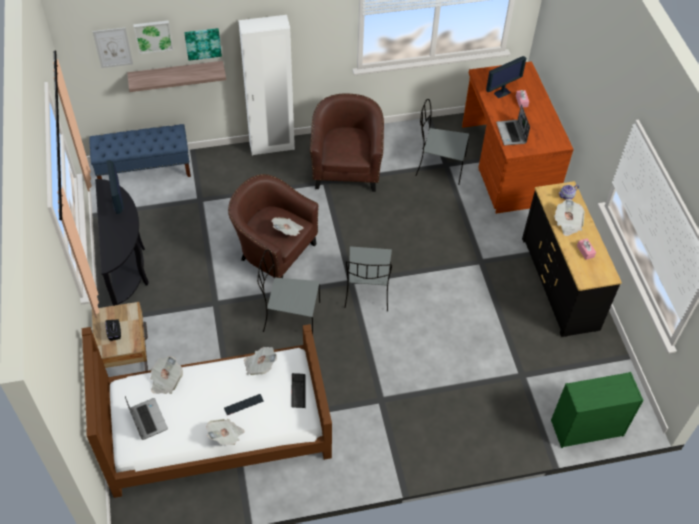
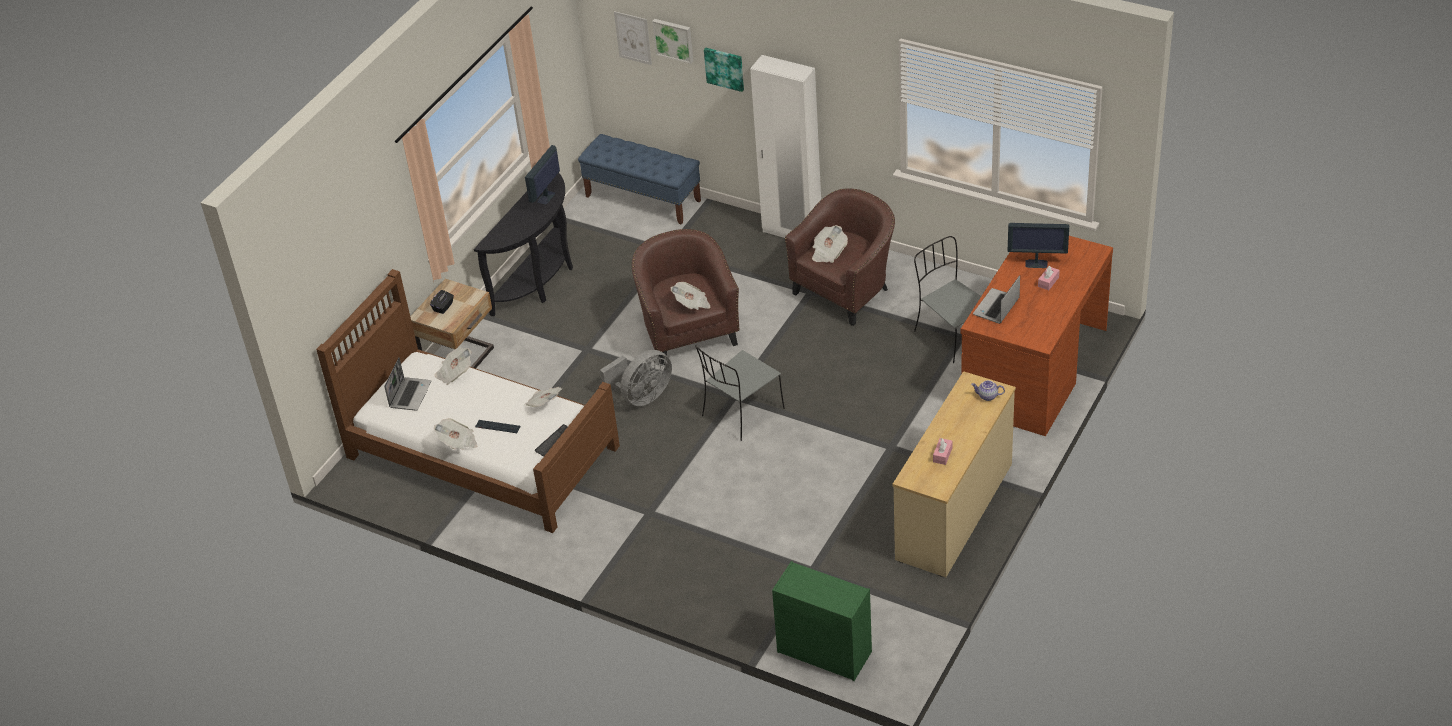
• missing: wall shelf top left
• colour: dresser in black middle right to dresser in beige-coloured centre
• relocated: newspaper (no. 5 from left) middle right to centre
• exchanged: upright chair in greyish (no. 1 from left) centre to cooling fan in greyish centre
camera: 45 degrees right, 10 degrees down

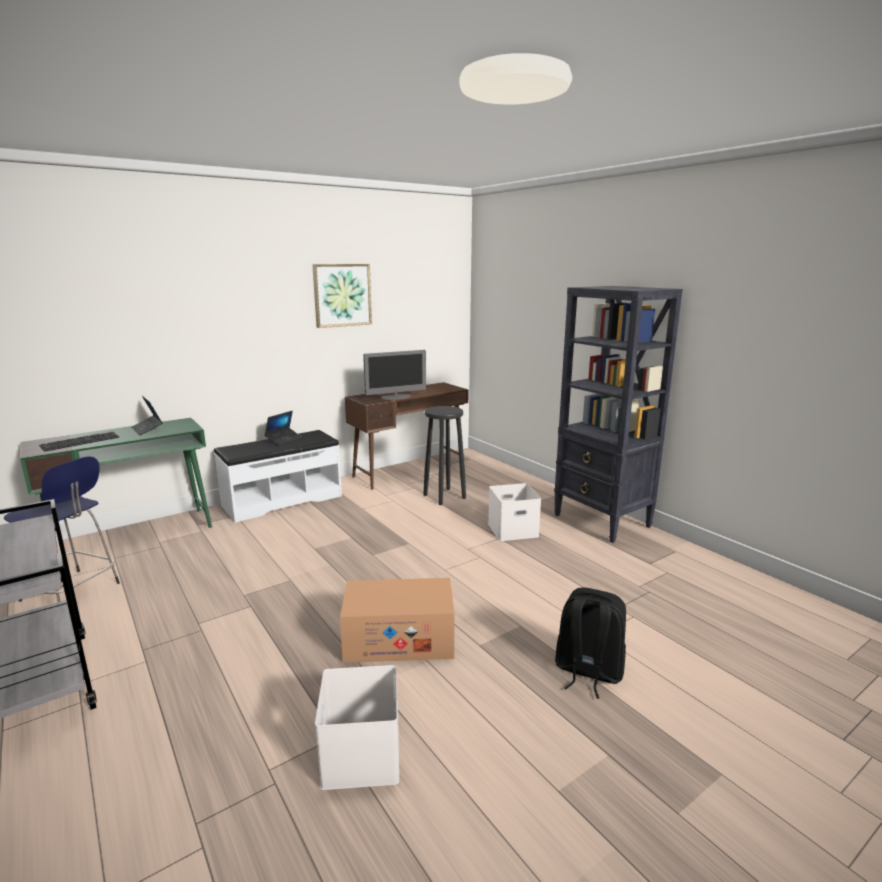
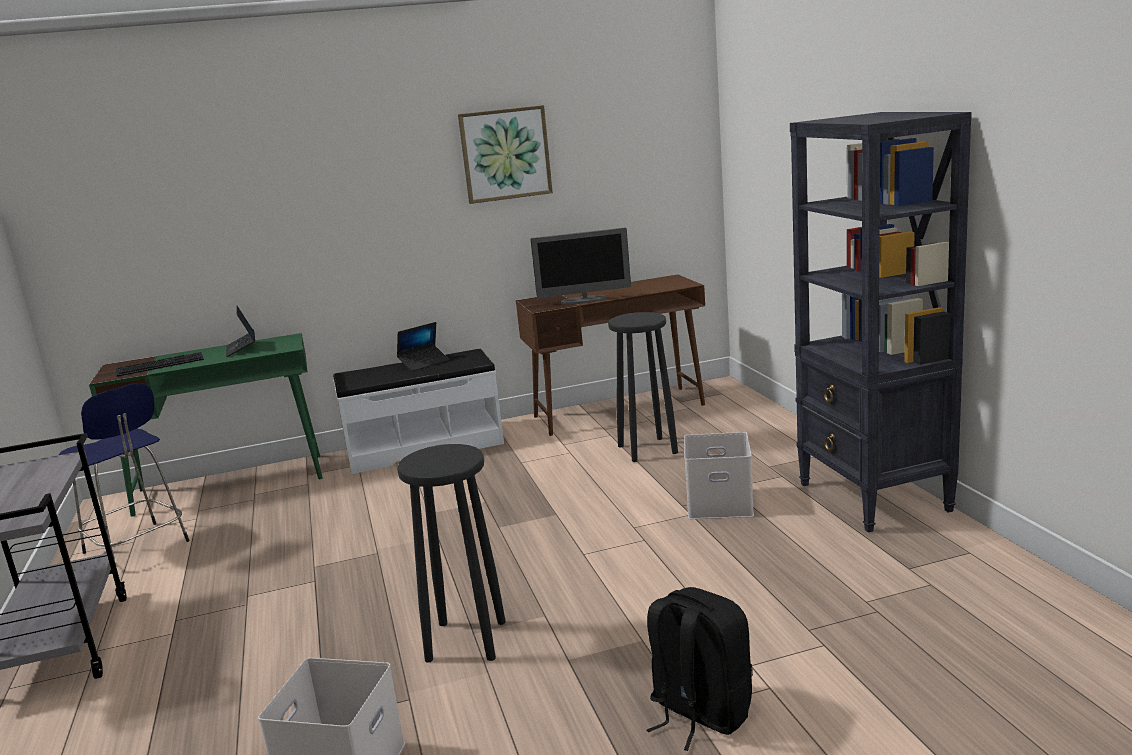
• exchanged: packing box bottom centre to stool seat in black (no. 1 from left) bottom centre
camera: 20 degrees right, 0 degrees up

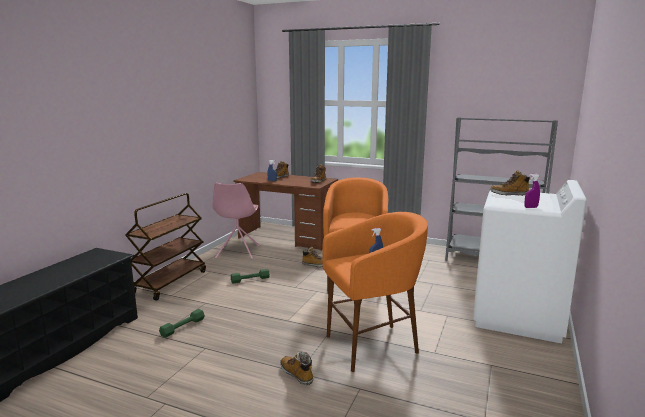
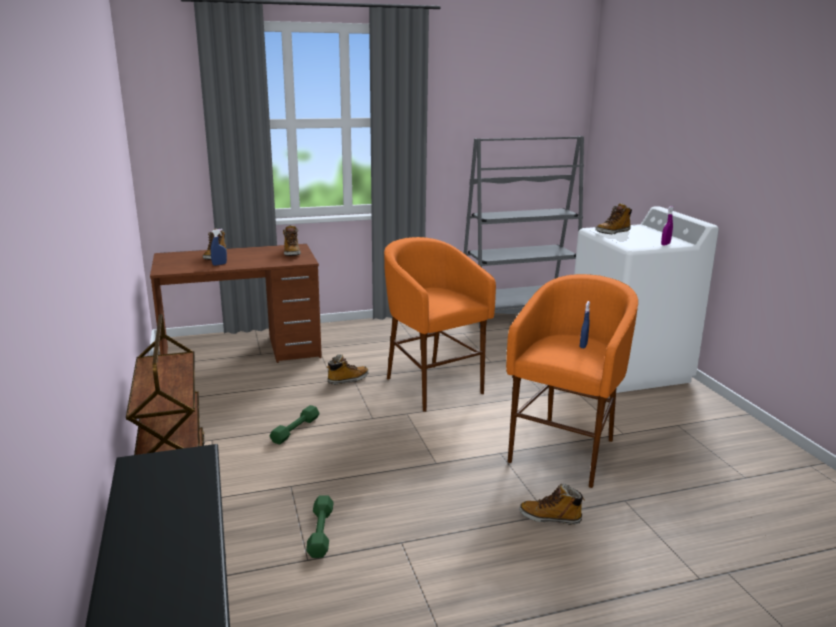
• missing: upright chair in pink-coloured centre
camera: 40 degrees left, 5 degrees up

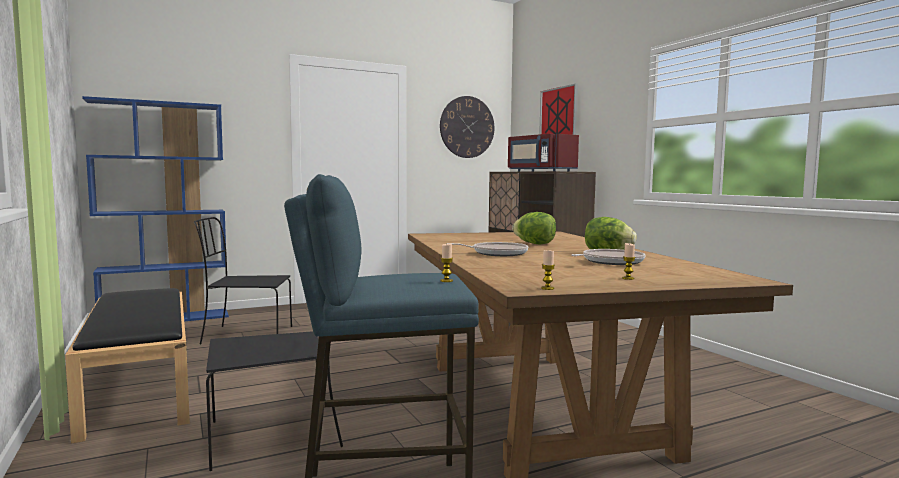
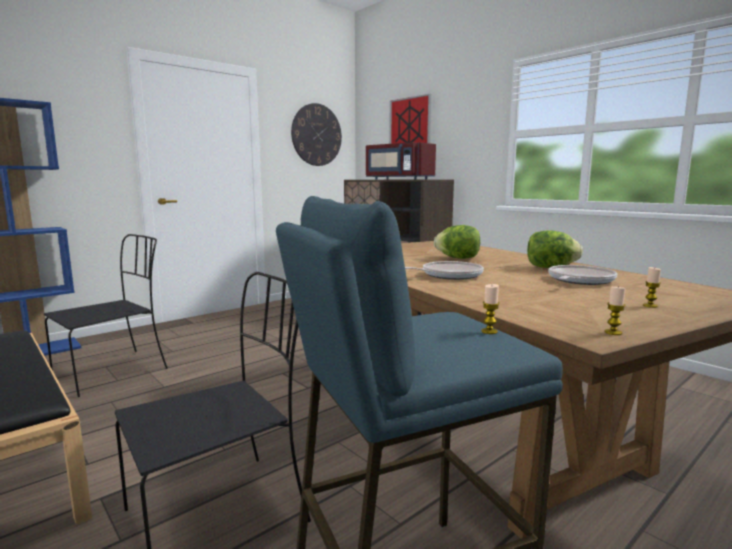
• spun: upright chair in black (no. 1 from left) middle left = middle left 150 degrees clockwise
camera: 15 degrees left, 5 degrees up

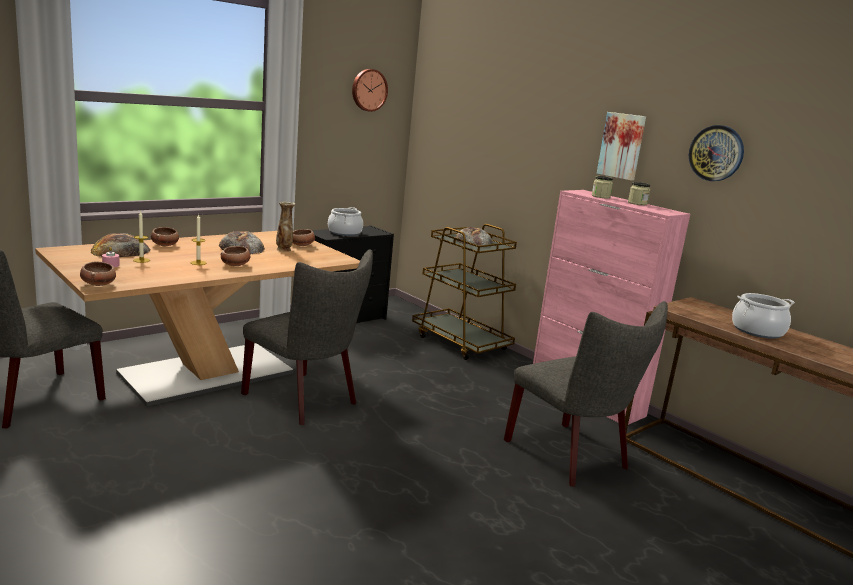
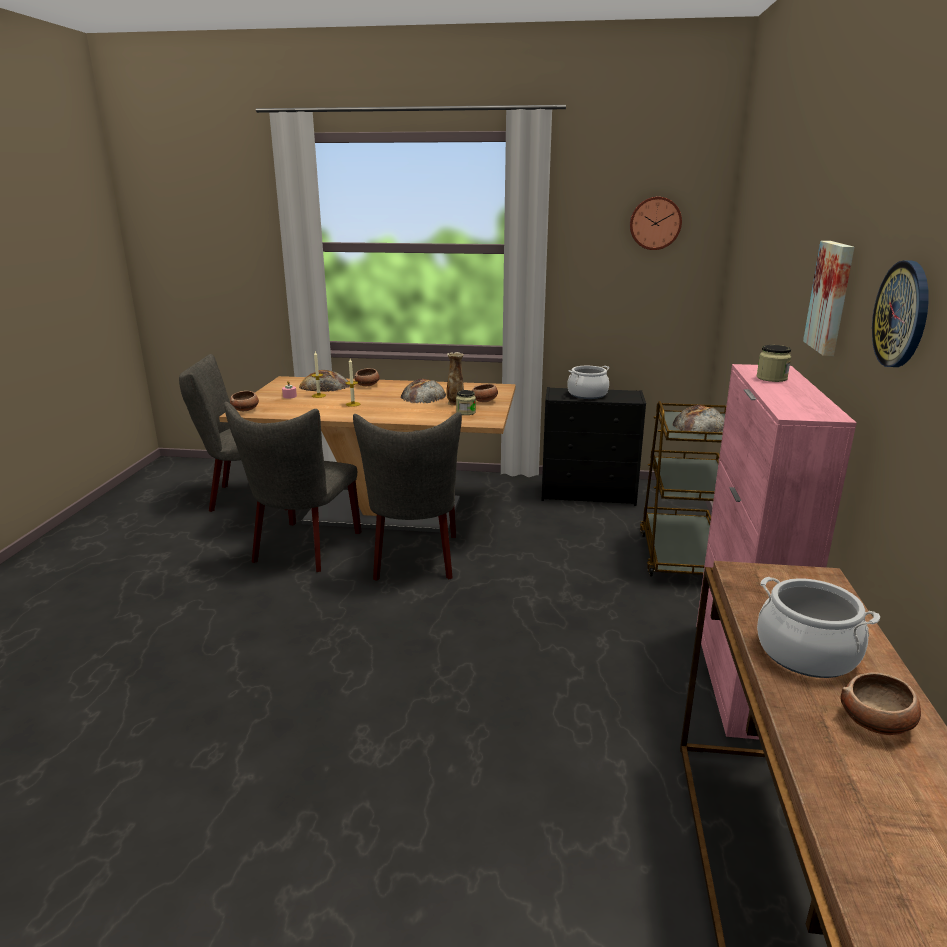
• relocated: storage jar (no. 2 from left in the first image) top right to storage jar (no. 1 from left) centre
• relocated: serving bowl (no. 3 from left in the first image) middle left to serving bowl (no. 4 from left) bottom right
• relocated: upright chair in greyish (no. 3 from left in the first image) bottom right to upright chair in greyish (no. 2 from left) middle left
camera: 50 degrees right, 5 degrees up

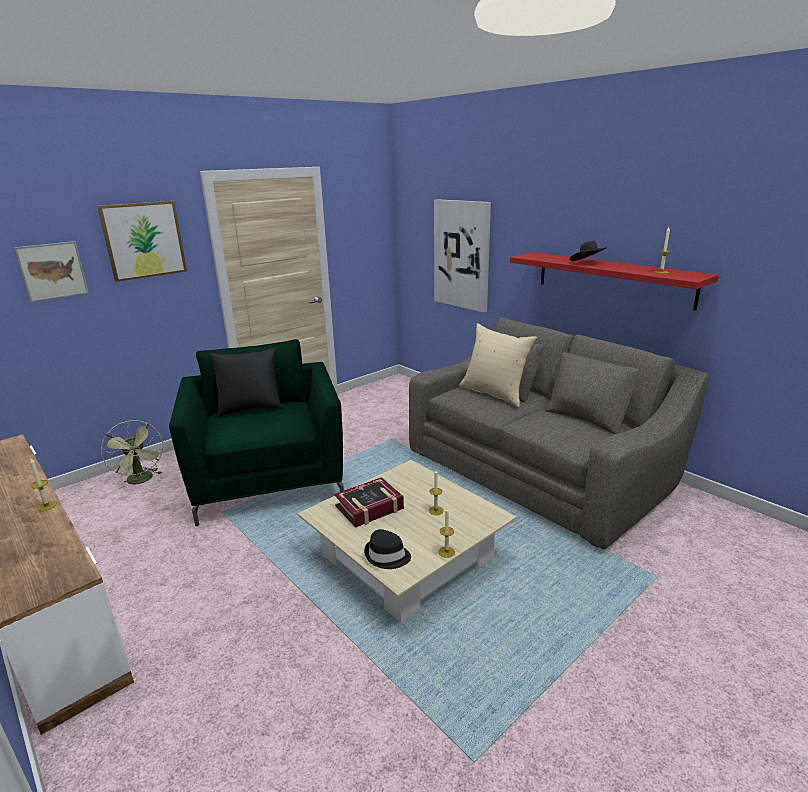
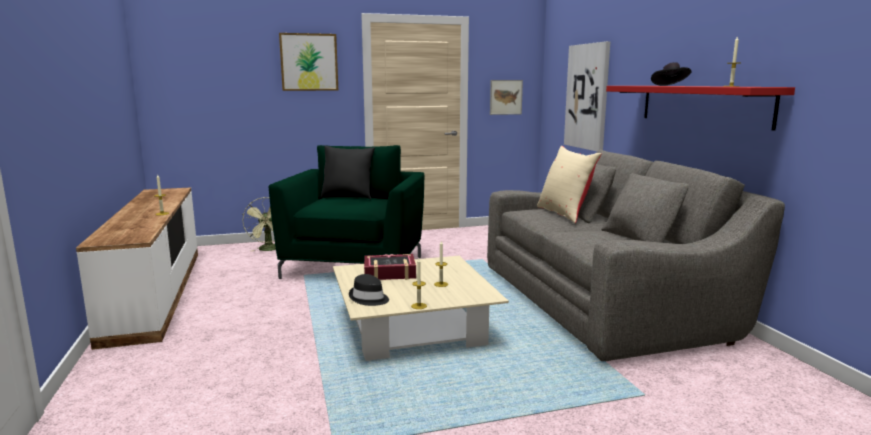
• relocated: wall art (no. 1 from left in the first image) middle left to wall art (no. 2 from left) top centre
camera: 25 degrees right, 10 degrees down

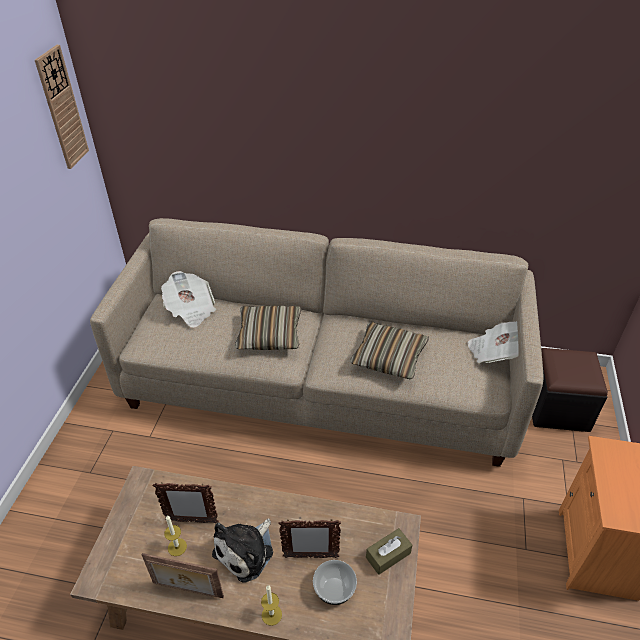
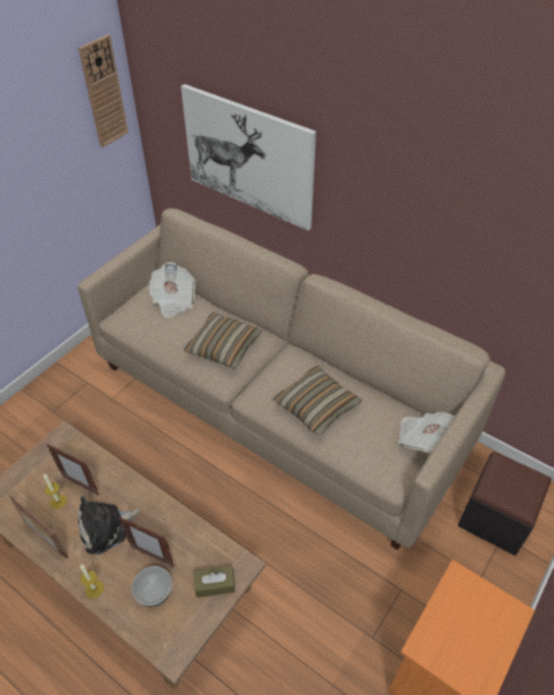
• appeared: wall art top centre
camera: 25 degrees right, 5 degrees up

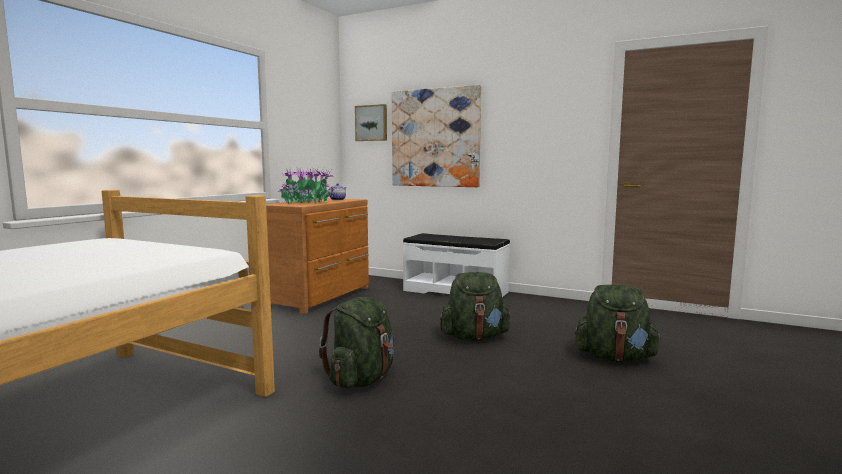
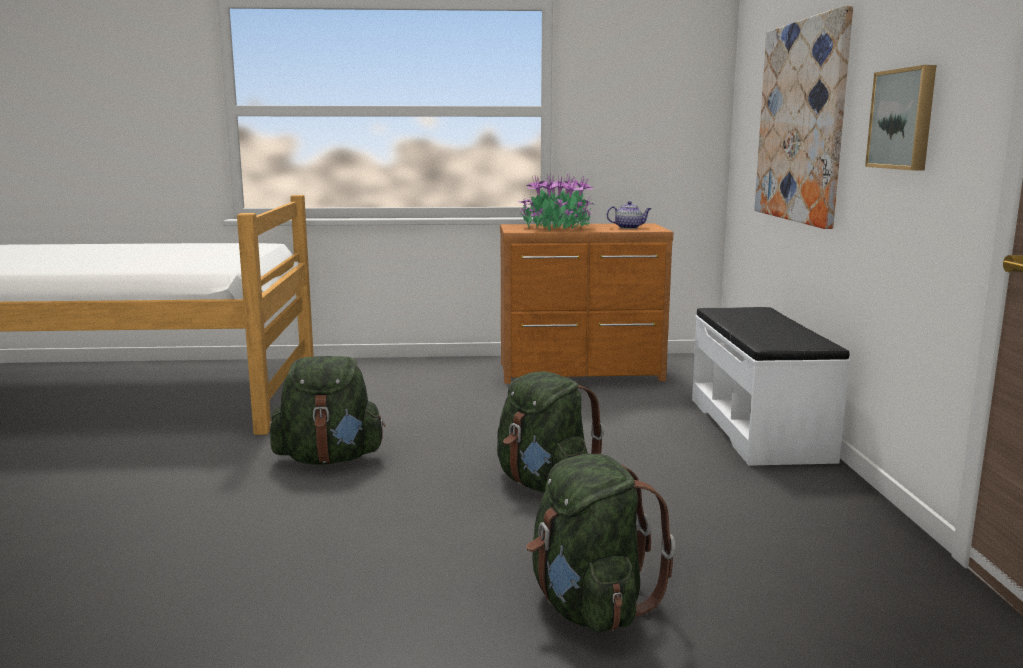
• relocated: wall art (no. 1 from left in the first image) top centre to wall art (no. 2 from left) top right
camera: 60 degrees right, 5 degrees up

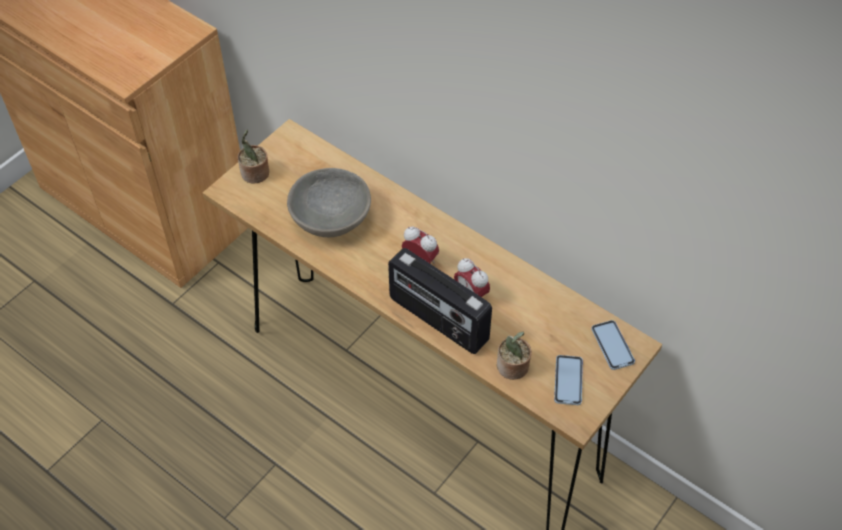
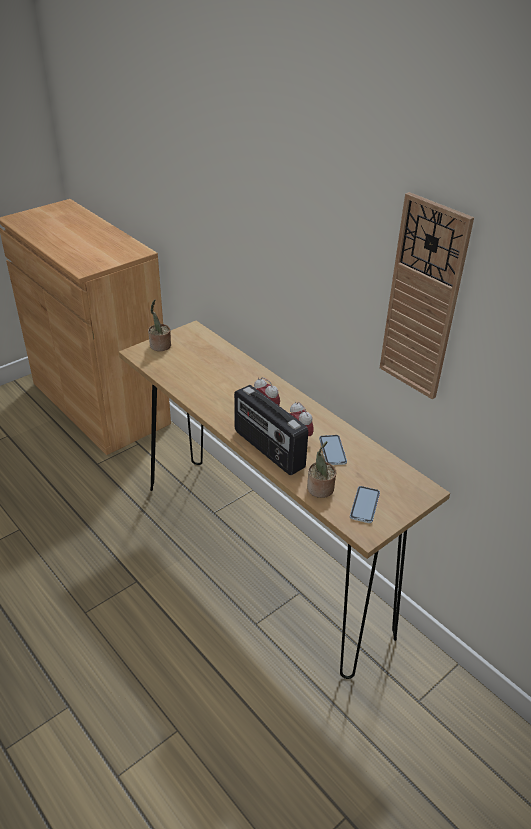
• missing: serving bowl in greyish centre
• relocated: phone (no. 2 from left in the first image) middle right to phone (no. 1 from left) centre
• appeared: hanging clock middle right
camera: 10 degrees right, 15 degrees down

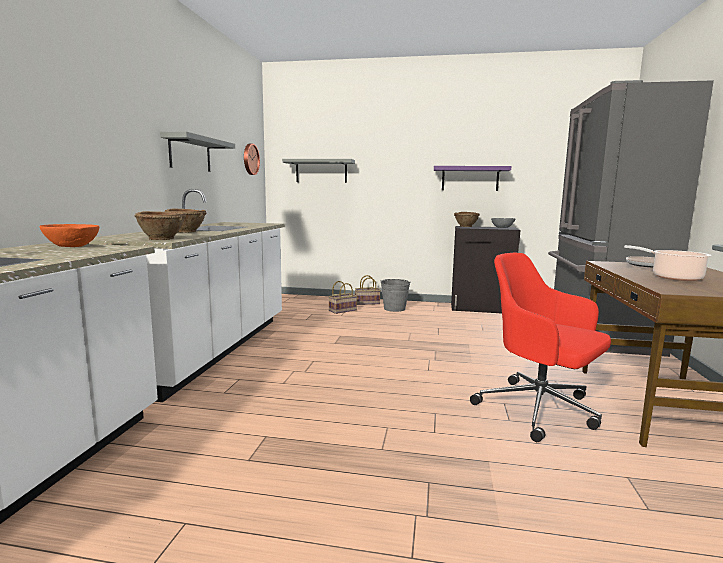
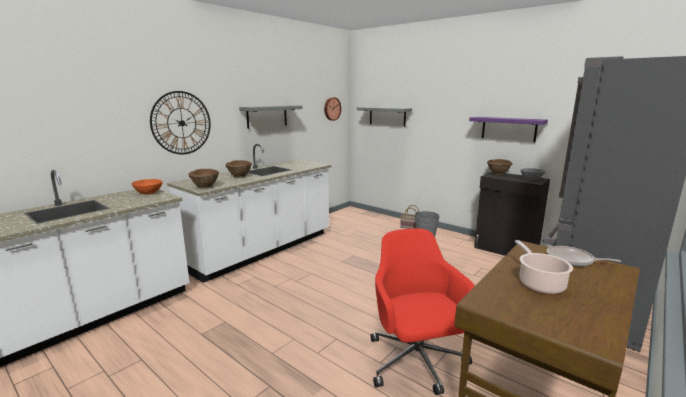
• missing: basket (no. 1 from left) centre
• appeared: hanging clock (no. 1 from left) top left
camera: 30 degrees right, 5 degrees up

